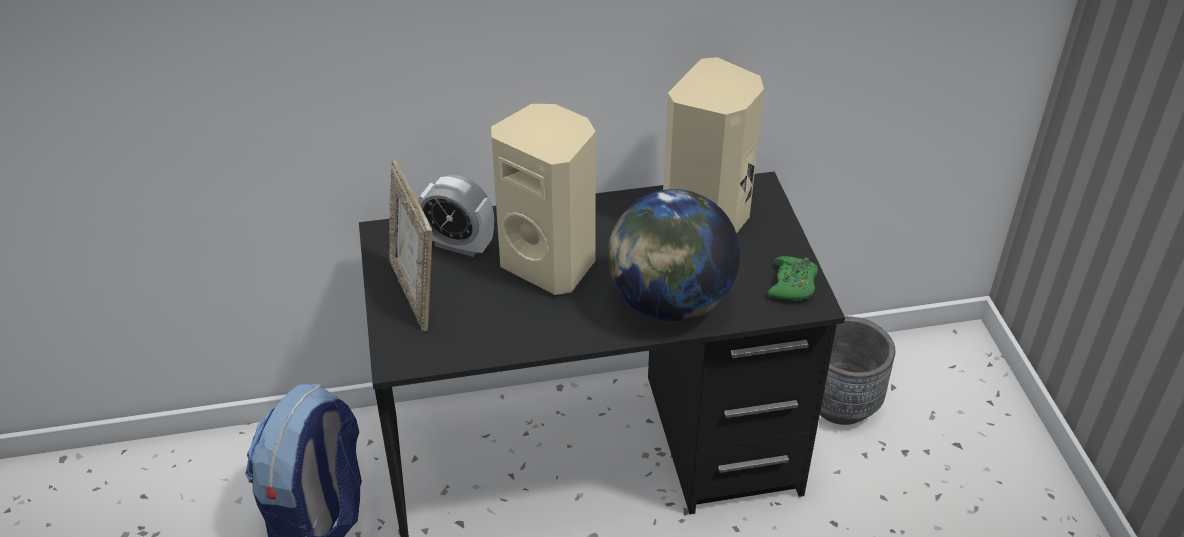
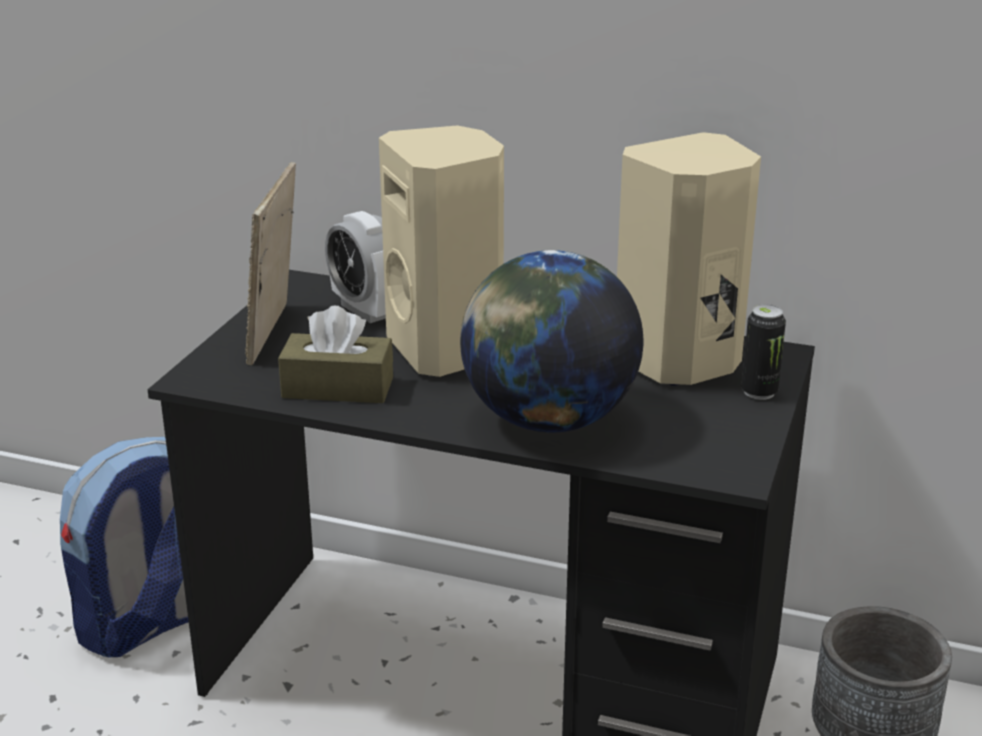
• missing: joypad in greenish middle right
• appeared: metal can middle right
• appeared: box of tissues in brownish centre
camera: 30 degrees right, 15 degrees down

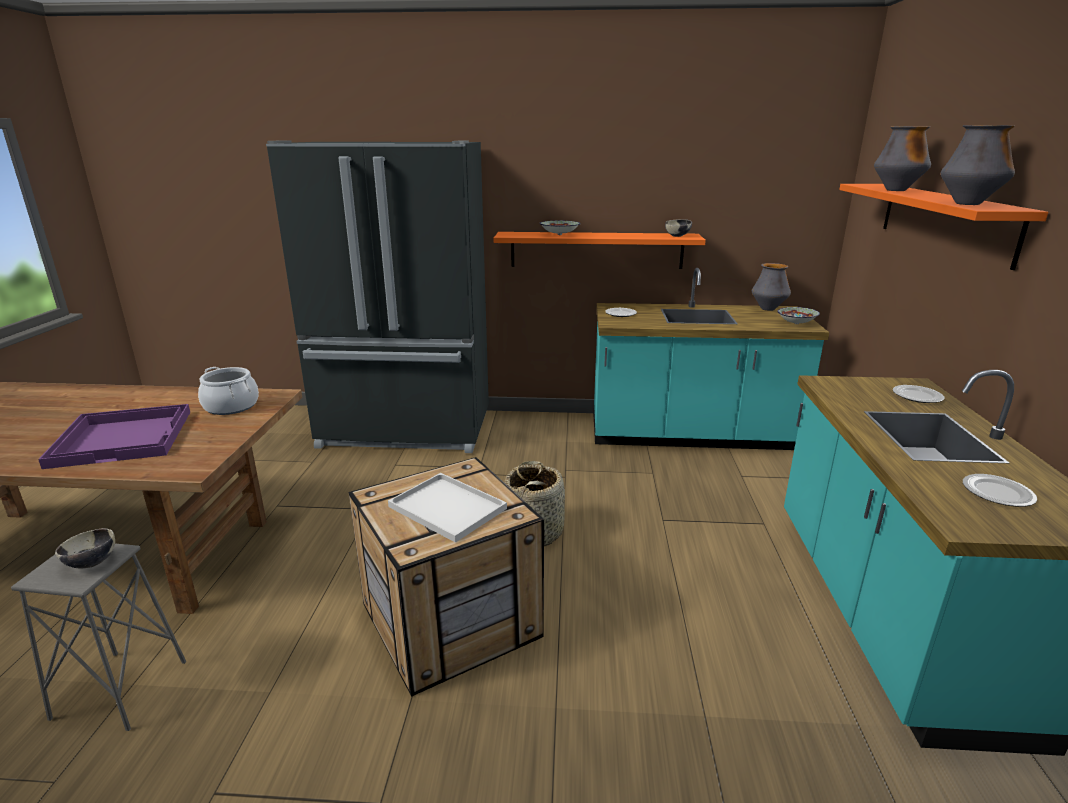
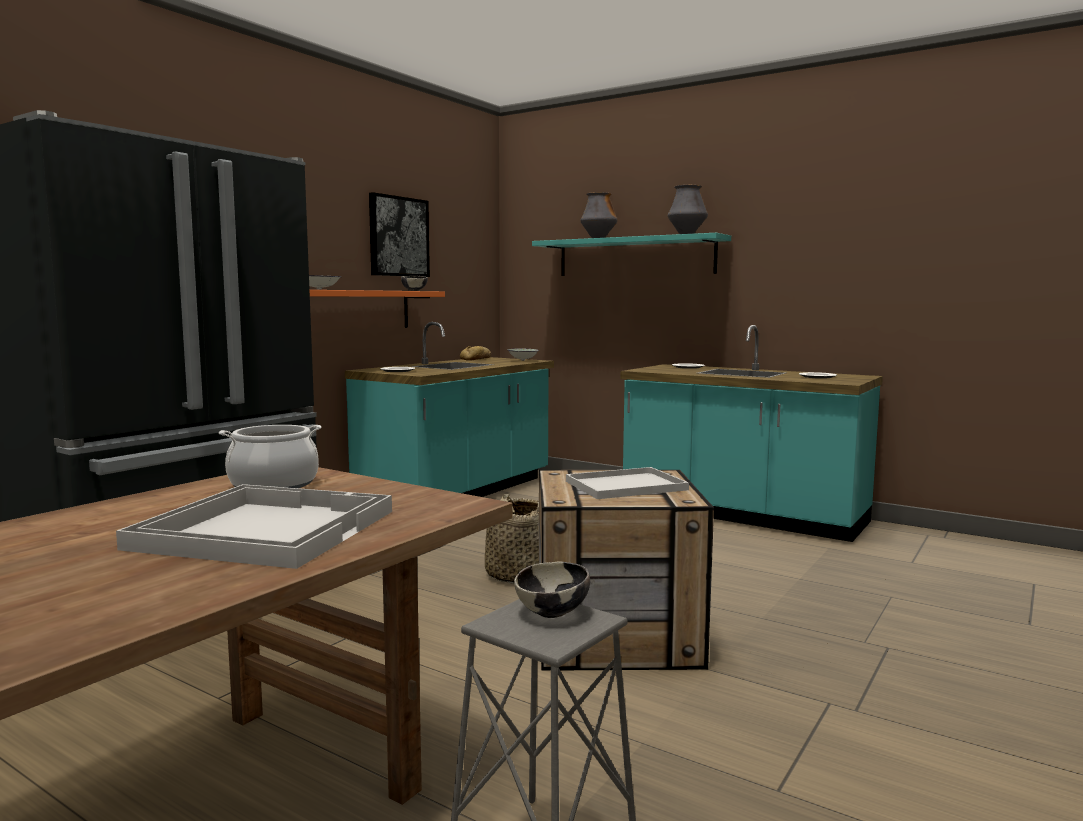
• colour: wall shelf in orangey (no. 2 from left) top right to wall shelf in turquoise top centre
• exchanged: decorative vase (no. 1 from left) middle right to baked bread centre
• colour: carrying tray in purple-coloured middle left to carrying tray in white-coloured (no. 1 from left) middle left
• appeared: wall art top centre
camera: 60 degrees left, 15 degrees down

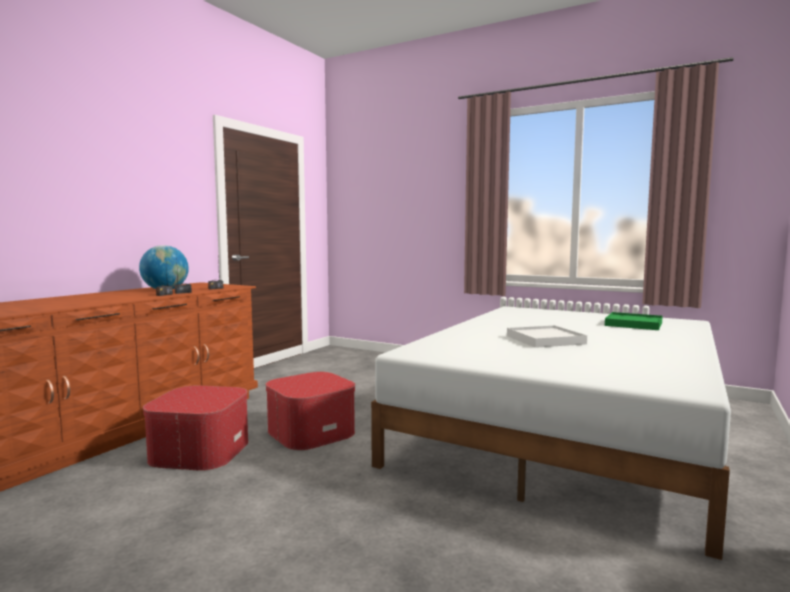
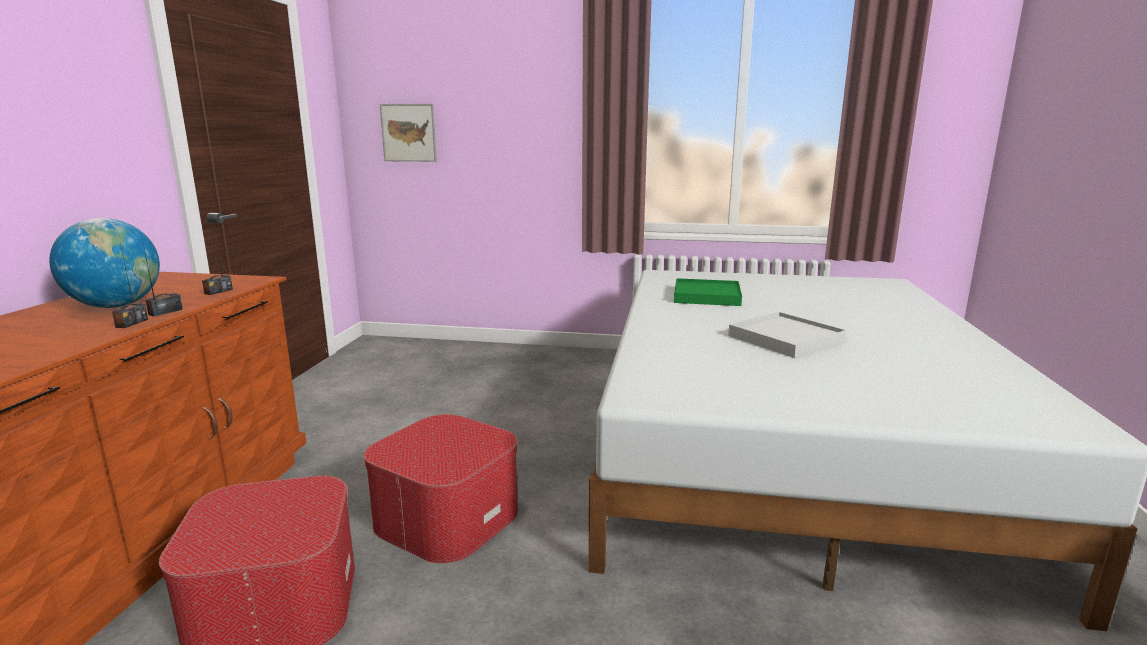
• relocated: carrying tray in greenish middle right to centre
• appeared: wall art top centre
camera: 20 degrees left, 10 degrees up

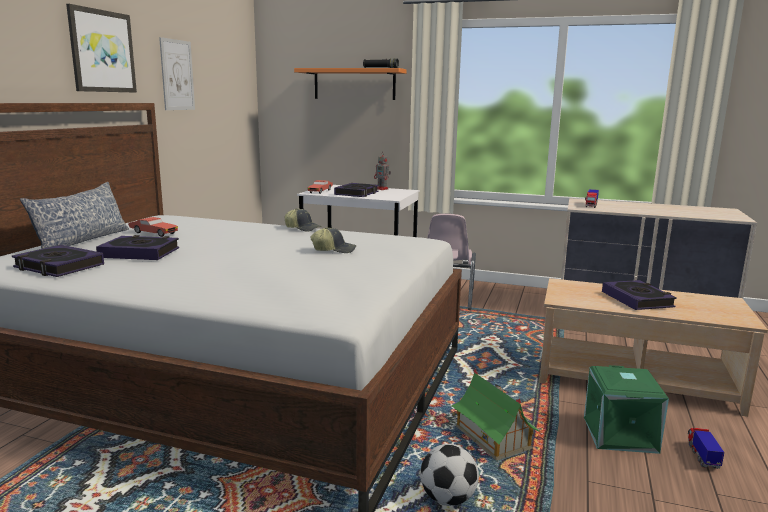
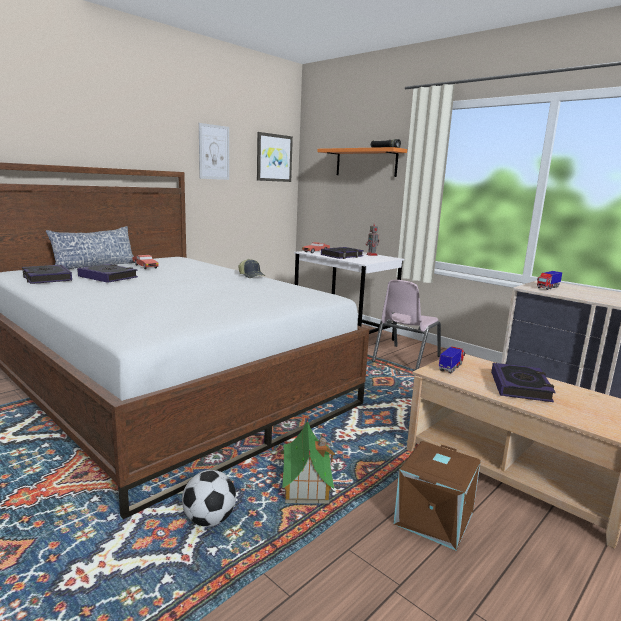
• relocated: wall art (no. 1 from left in the first image) top left to wall art (no. 2 from left) top centre
• missing: baseball cap (no. 2 from left) centre
• colour: storage bin in greenish bottom right to storage bin in brownish bottom right
• relocated: model truck (no. 2 from left in the first image) bottom right to model truck (no. 1 from left) middle right
camera: 25 degrees right, 0 degrees up

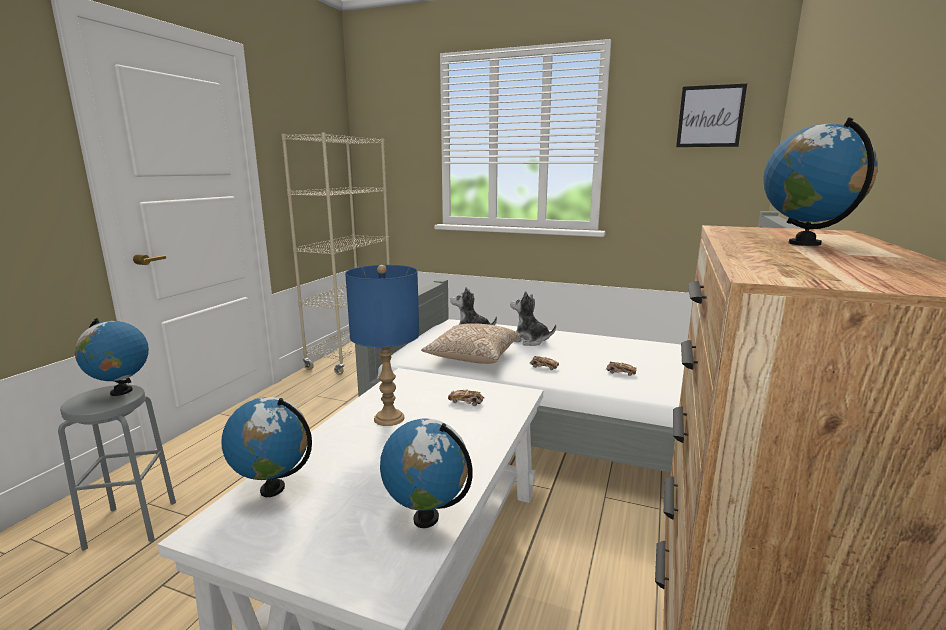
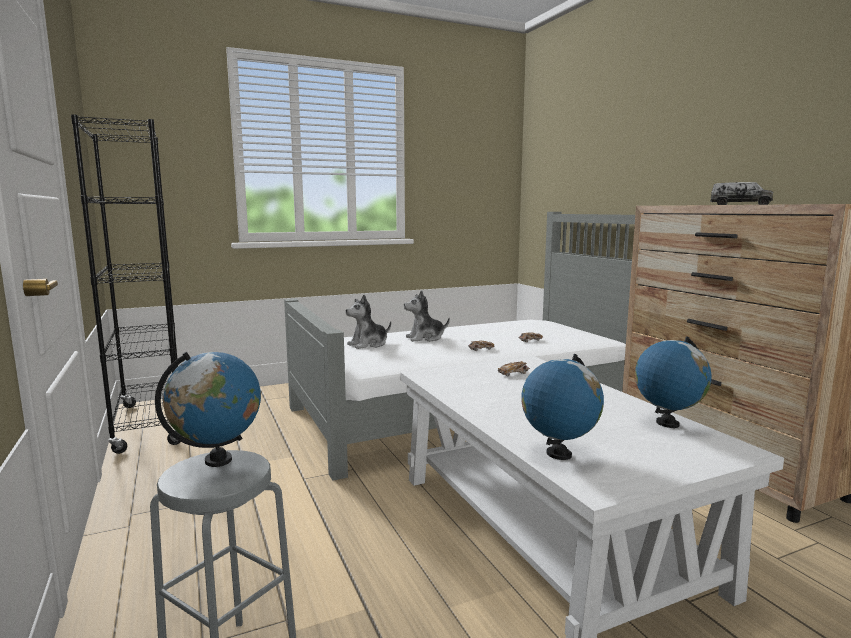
• missing: wall art top right
• exchanged: desk globe (no. 4 from left) top right to model truck top right
• colour: bookshelf in beige-coloured centre to bookshelf in black middle left
• missing: table lamp in bluish centre
• missing: pillow centre
camera: 45 degrees left, 5 degrees down

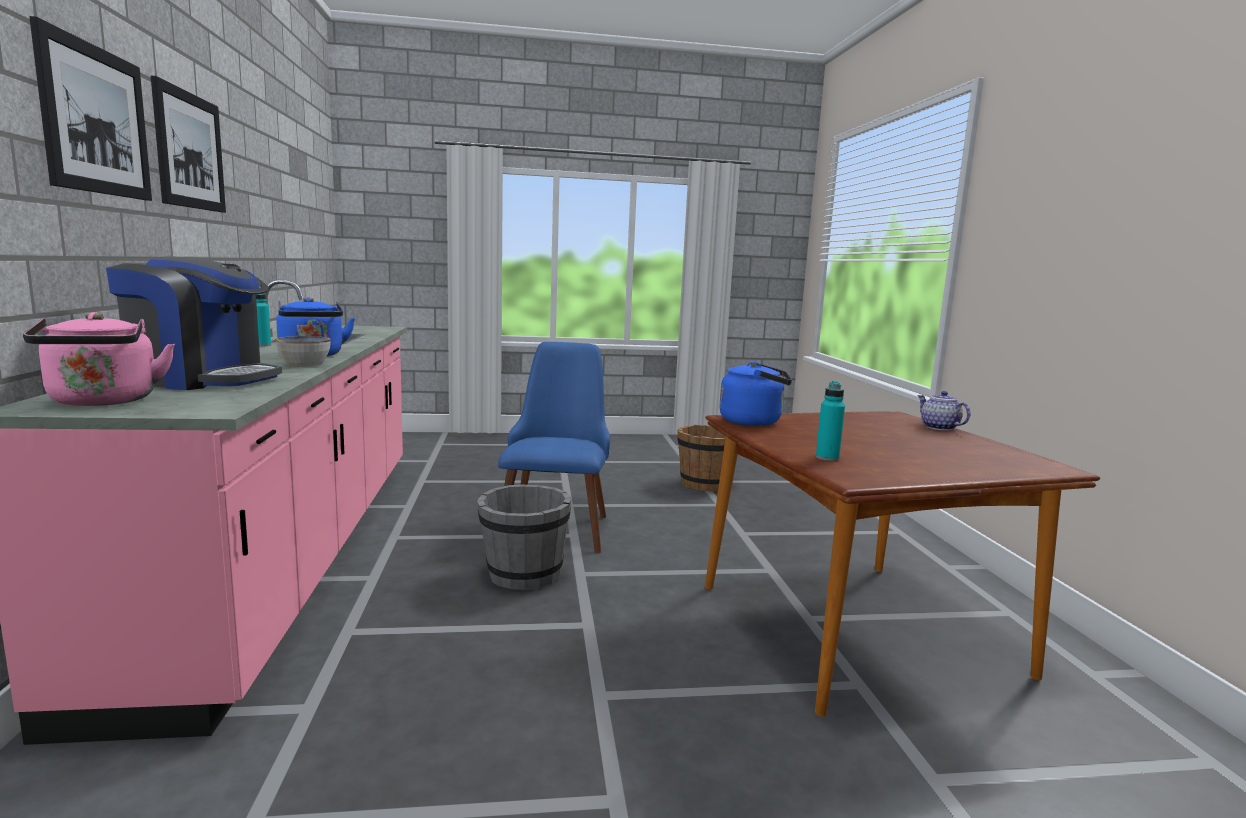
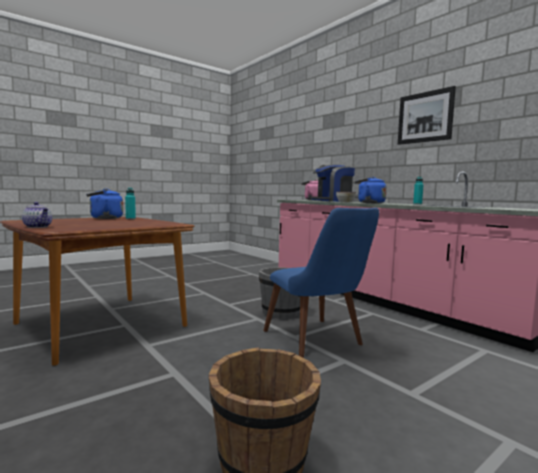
• missing: wall art (no. 1 from left) top left
• relocated: tea kettle in bluish (no. 2 from left in the first image) centre to tea kettle in bluish (no. 1 from left) middle left
camera: 150 degrees right, 5 degrees down

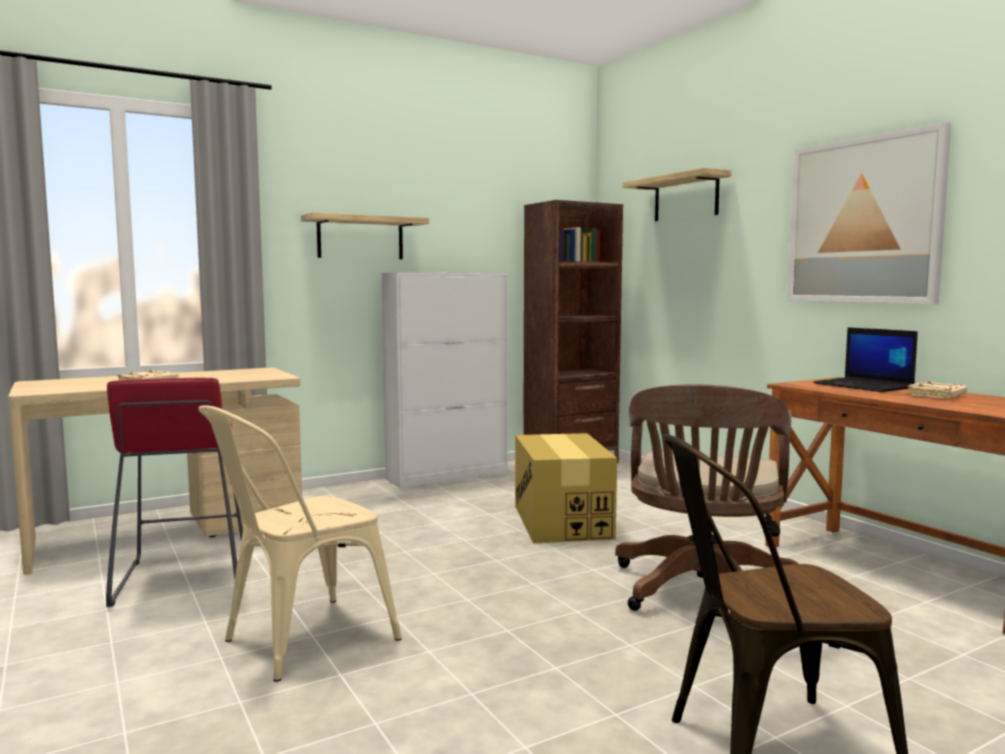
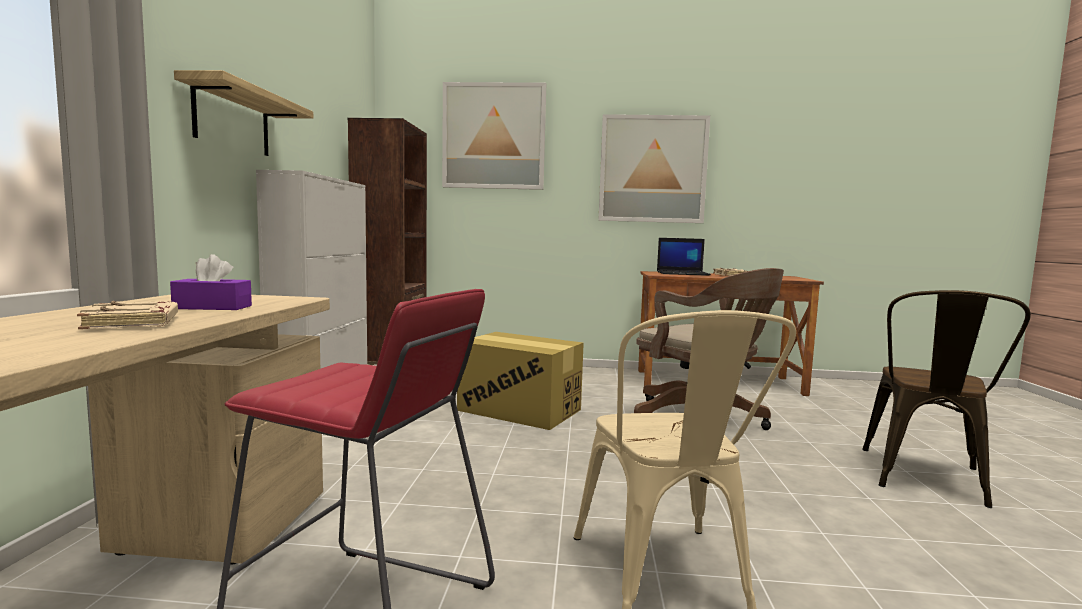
• exchanged: wall shelf (no. 2 from left) top right to wall art (no. 1 from left) top centre
• appeared: box of tissues in purple-coloured middle left
camera: 55 degrees left, 0 degrees up

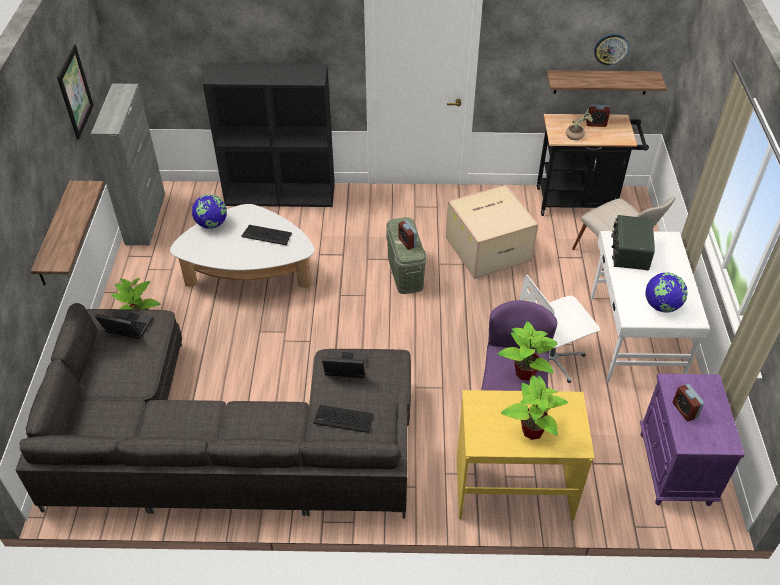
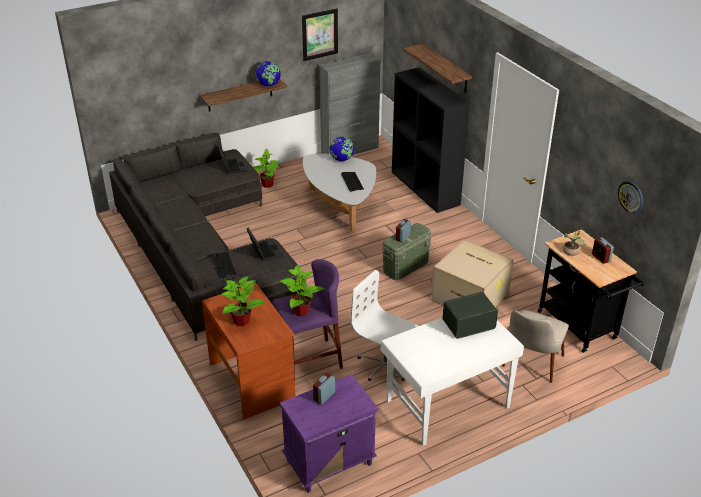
• relocated: wall shelf (no. 2 from left) top right to top centre
• relocated: desk globe (no. 2 from left in the first image) middle right to desk globe (no. 1 from left) top centre
• colour: desk in yellowish bottom right to desk in brownish bottom centre
camera: 60 degrees right, 10 degrees down

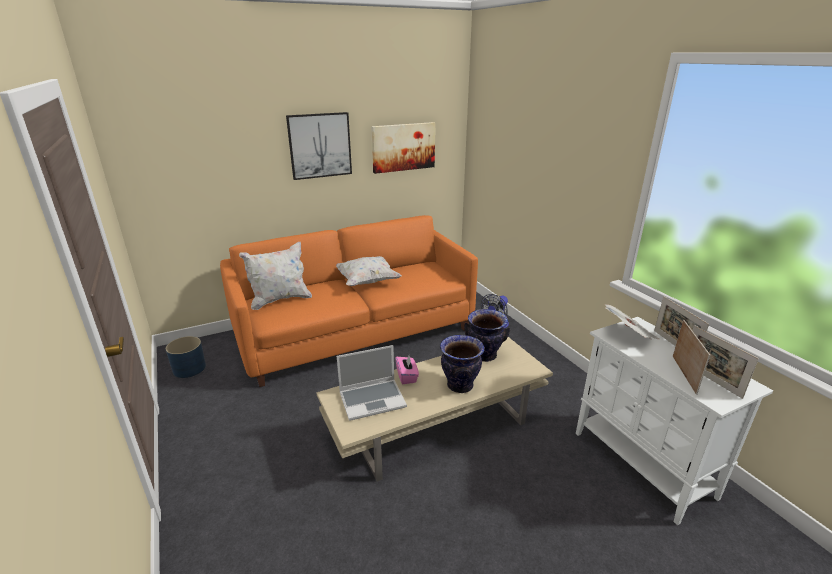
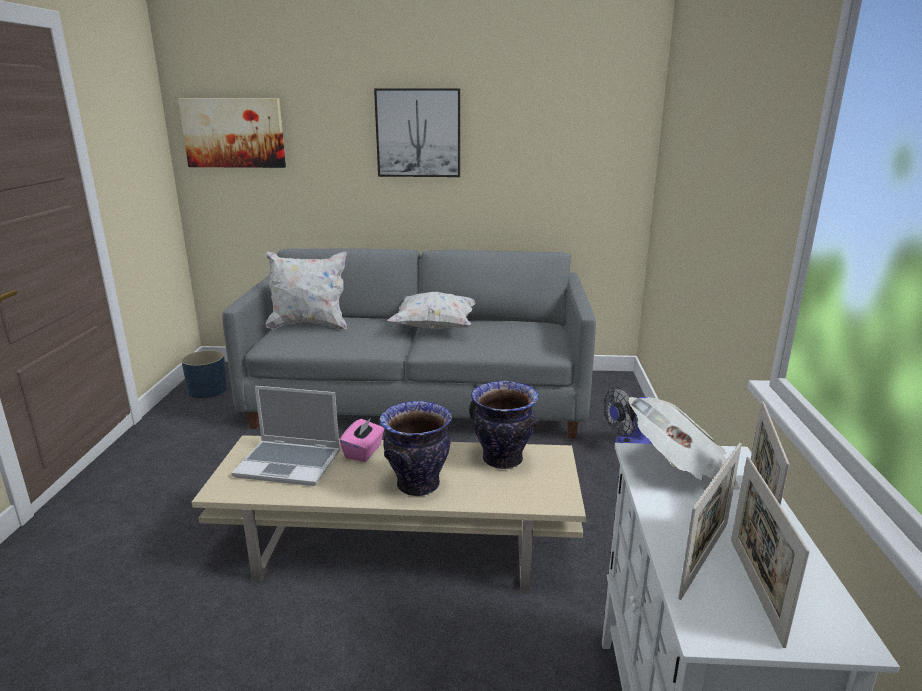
• relocated: wall art (no. 2 from left in the first image) top centre to wall art (no. 1 from left) top left
• colour: sofa in orangey centre to sofa in greyish centre
camera: 30 degrees right, 5 degrees down

